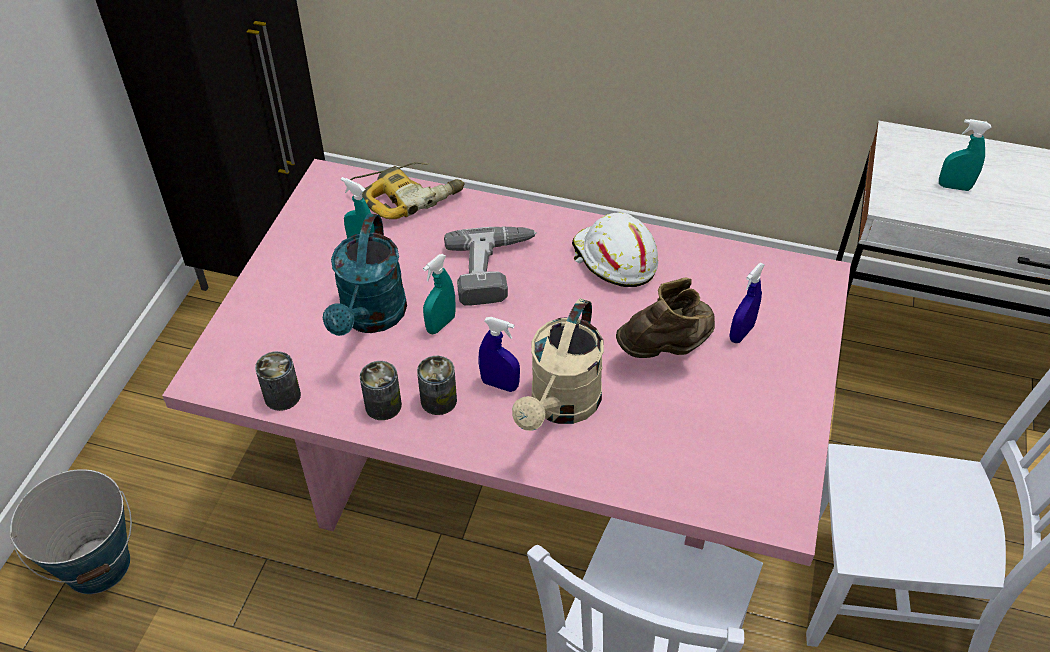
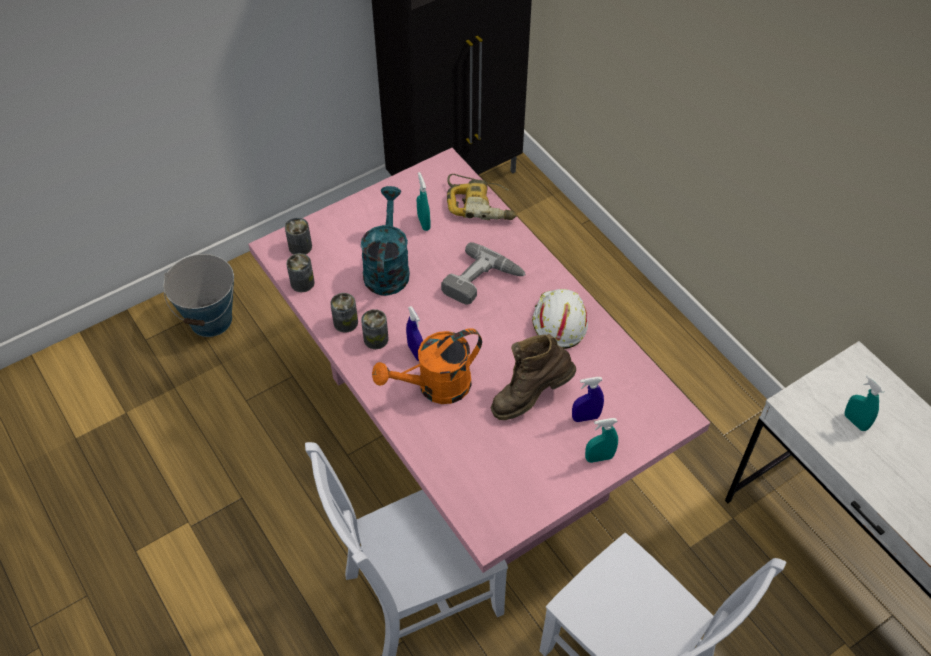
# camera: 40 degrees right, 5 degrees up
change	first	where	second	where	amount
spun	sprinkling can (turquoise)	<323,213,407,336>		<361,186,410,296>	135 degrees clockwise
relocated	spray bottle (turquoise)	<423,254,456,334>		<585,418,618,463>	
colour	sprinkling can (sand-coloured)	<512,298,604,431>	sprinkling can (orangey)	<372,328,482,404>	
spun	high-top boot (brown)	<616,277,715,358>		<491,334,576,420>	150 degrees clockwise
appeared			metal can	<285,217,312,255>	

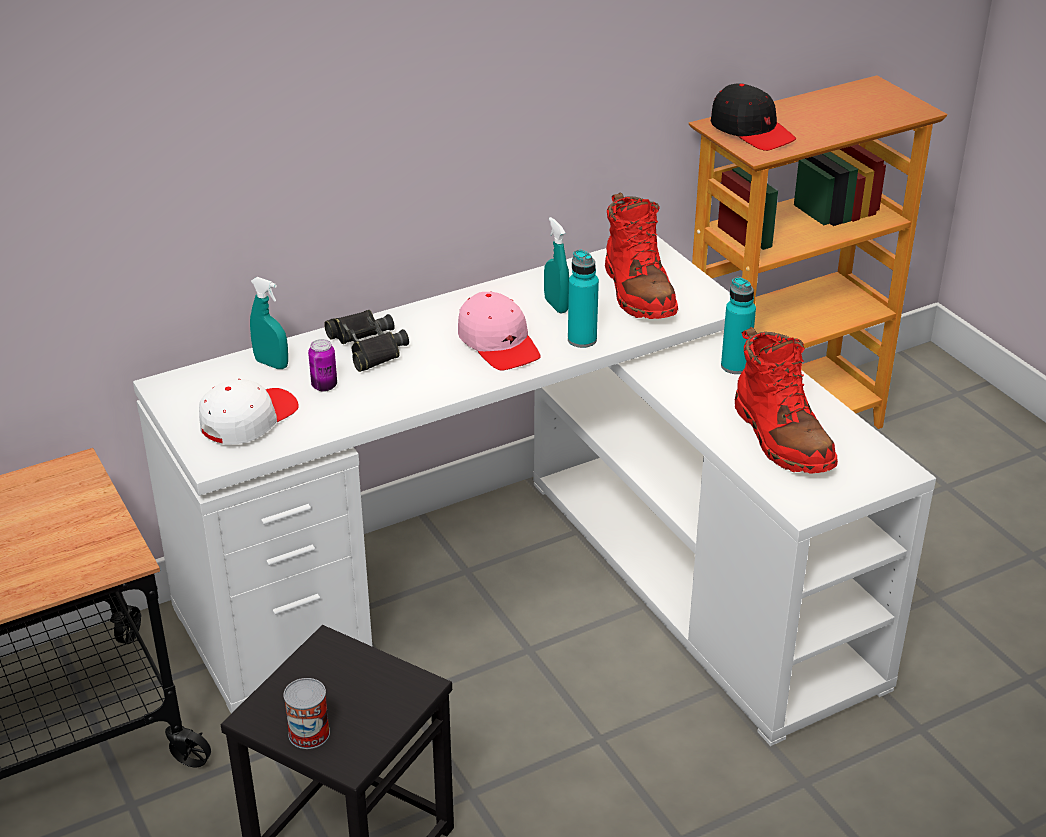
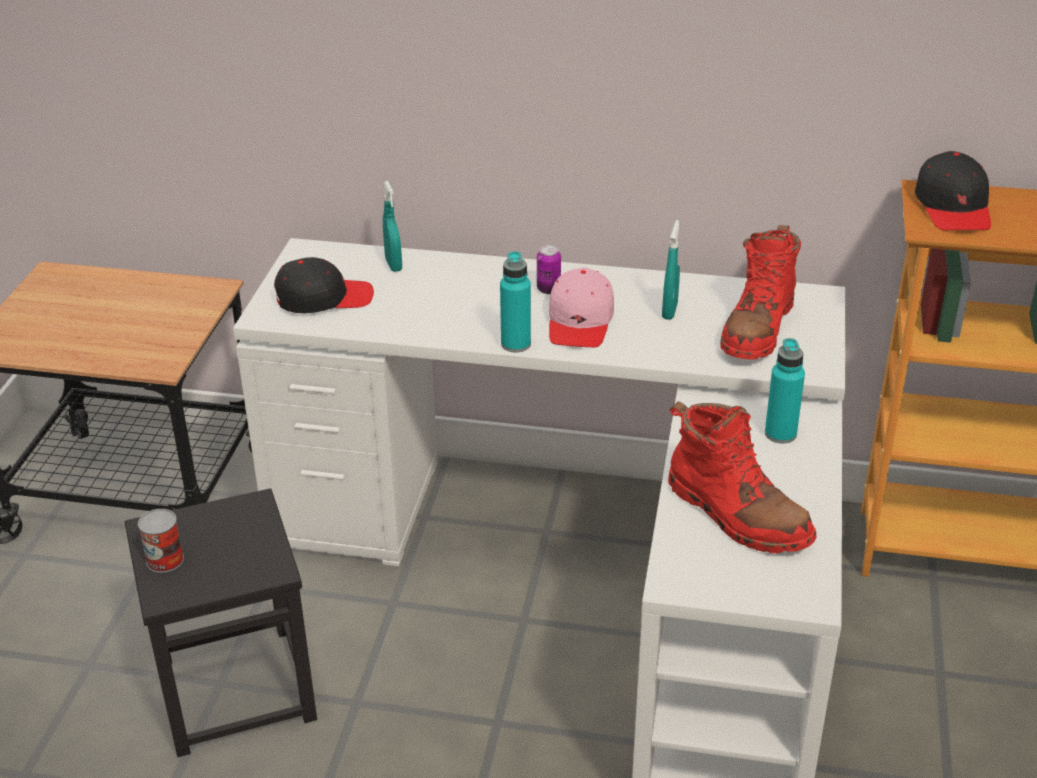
# camera: 40 degrees right, 0 degrees up
change	first	where	second	where	amount
colour	baseball cap (white)	<199,379,299,444>	baseball cap (black)	<274,257,374,313>	
relocated	metal can	<308,339,337,392>		<537,245,561,294>	
missing	field glasses (black)	<324,310,409,372>			
relocated	bottle (turquoise)	<568,249,599,348>		<500,251,531,352>	
spun	high-top boot (red-coloured)	<735,327,838,473>		<668,401,817,554>	60 degrees counterclockwise

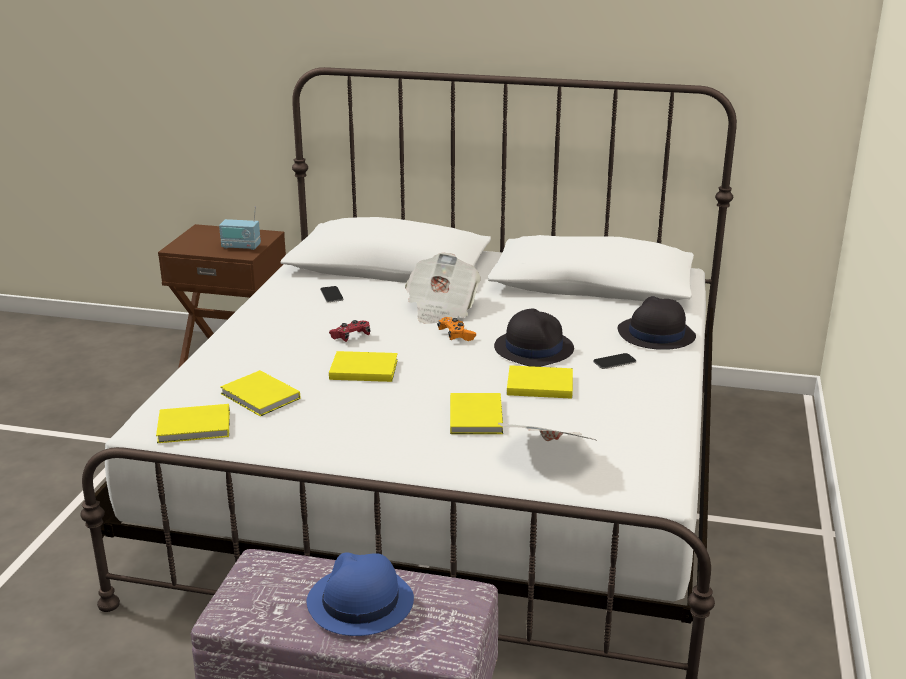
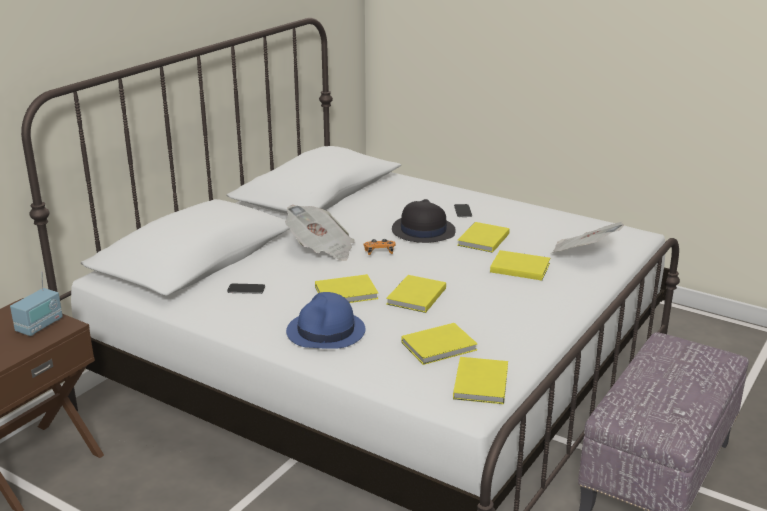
# camera: 70 degrees left, 0 degrees up
change	first	where	second	where	amount
relocated	hat (blue-coloured)	<307,553,414,636>		<286,292,365,349>	
exchanged	gamepad (red-coloured)	<329,320,370,342>	volume (yellow-coloured)	<315,274,378,303>	
missing	hat (black)	<618,296,696,350>			

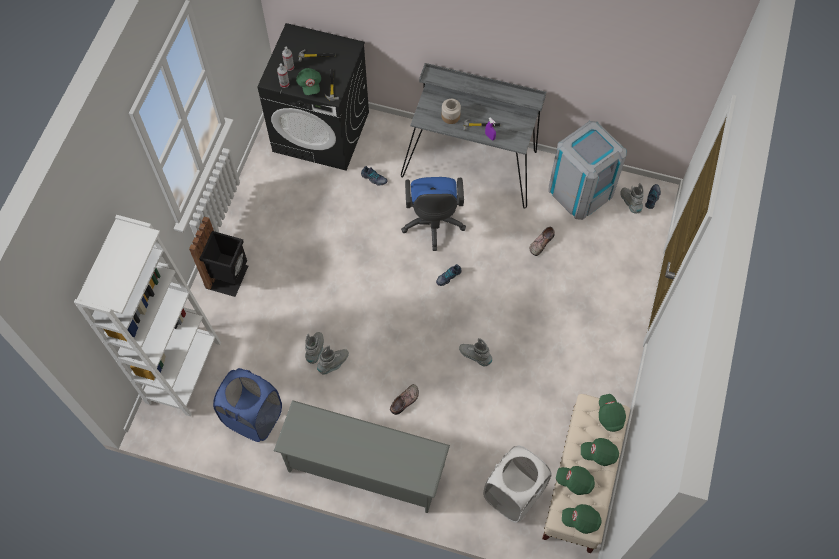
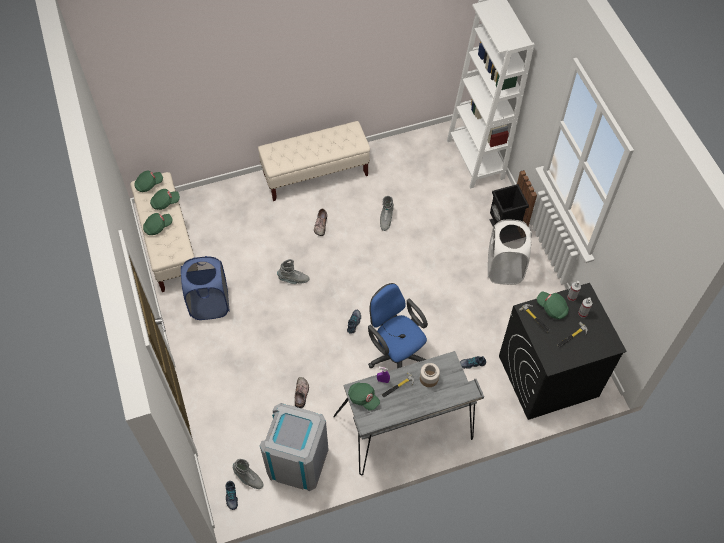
# camera: 145 degrees right, 5 degrees down
change	first	where	second	where	amount
relocated	hamper (blue-coloured)	<213,368,282,442>		<181,256,230,320>	
exchanged	shoe shelf (grey)	<274,400,450,513>	indoor bench (sand-coloured)	<258,121,370,201>	
missing	high-top boot (grey)	<305,332,324,364>			
relocated	hamper (white)	<483,446,552,523>		<488,220,532,285>	
relocated	baseball cap (greenish)	<599,394,626,432>		<348,383,380,411>	

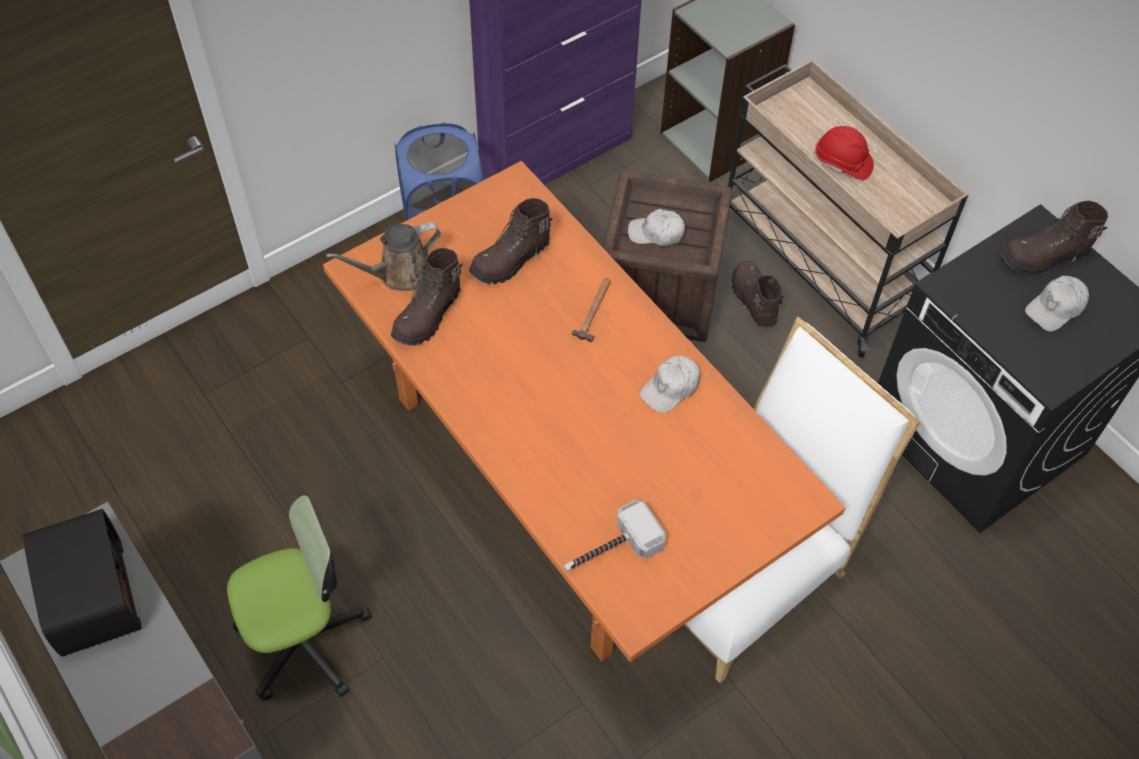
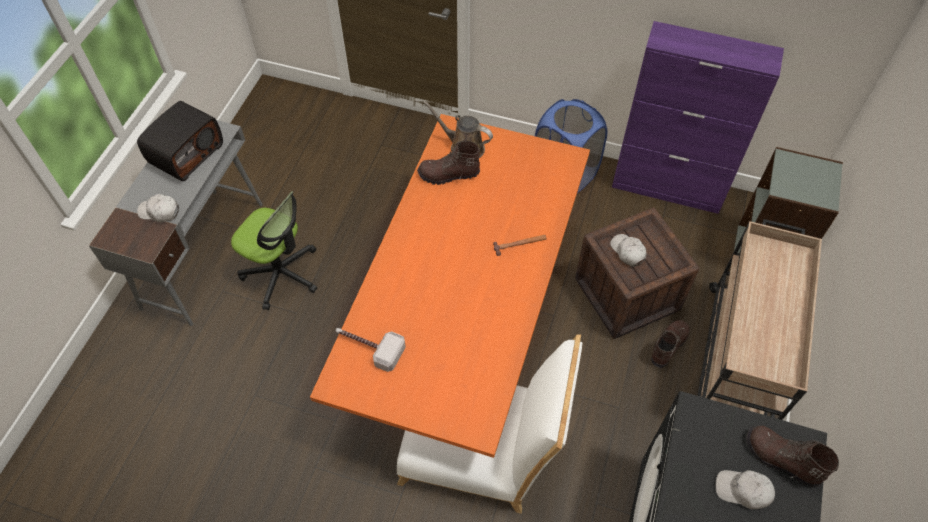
# camera: 55 degrees right, 0 degrees up
change	first	where	second	where	amount
missing	high-top boot (brown)	<469,198,553,284>			
relocated	baseball cap (white)	<640,356,700,413>		<137,194,179,222>	
missing	work helmet (red-coloured)	<813,126,874,180>			

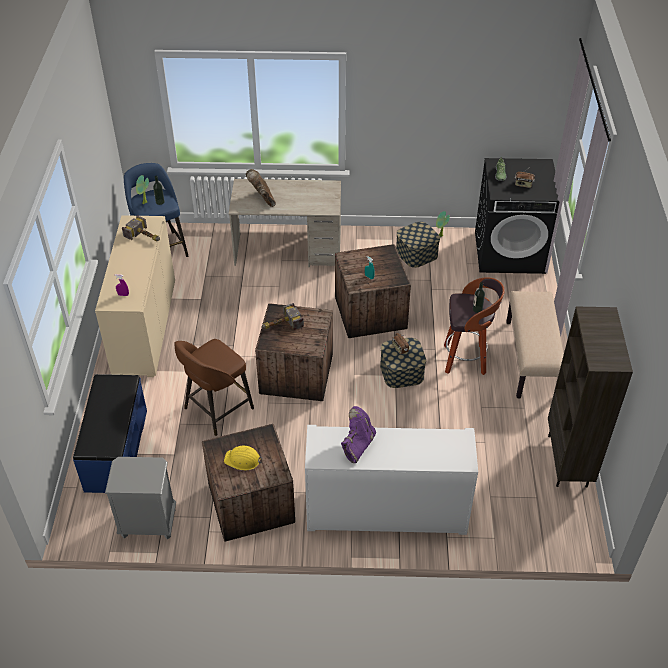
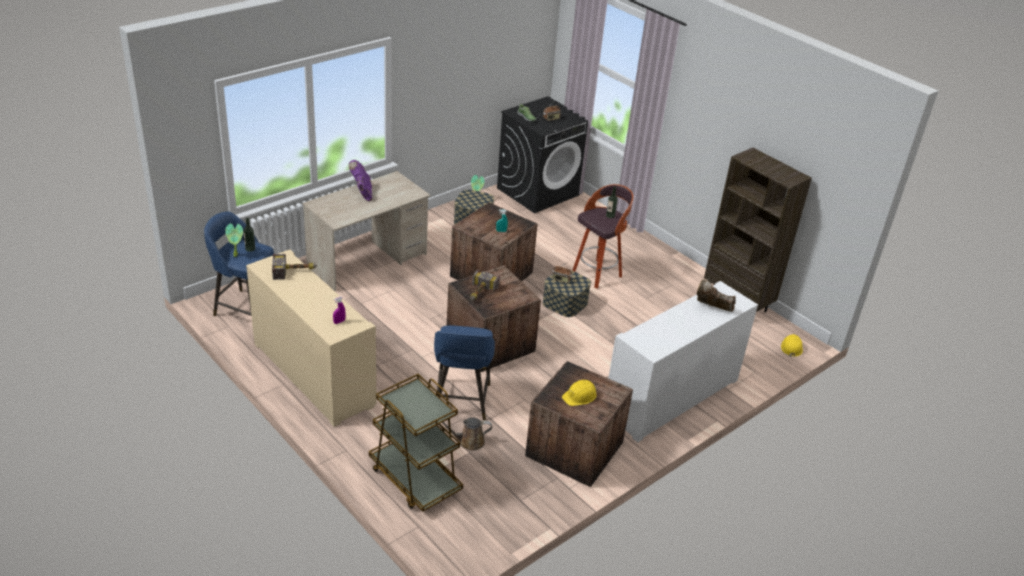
# camera: 45 degrees left, 10 degrees down
change	first	where	second	where	amount
exchanged	indoor bench (blue-coloured)	<73,374,147,493>	wheeled cart (brown)	<369,374,463,511>	
missing	night table (grey)	<105,457,176,540>			
colour	stool (brown)	<174,339,254,436>	stool (blue-coloured)	<434,325,495,420>	
relocated	high-top boot (brown)	<246,169,276,207>		<697,279,736,312>	
relocated	high-top boot (purple)	<341,406,376,463>		<349,160,372,201>	
missing	indoor bench (sand-coloured)	<506,291,564,398>			
appeared			sprinkling can (brown)	<442,417,492,451>	
appeared			work helmet (yellow-coloured)	<781,334,803,357>	

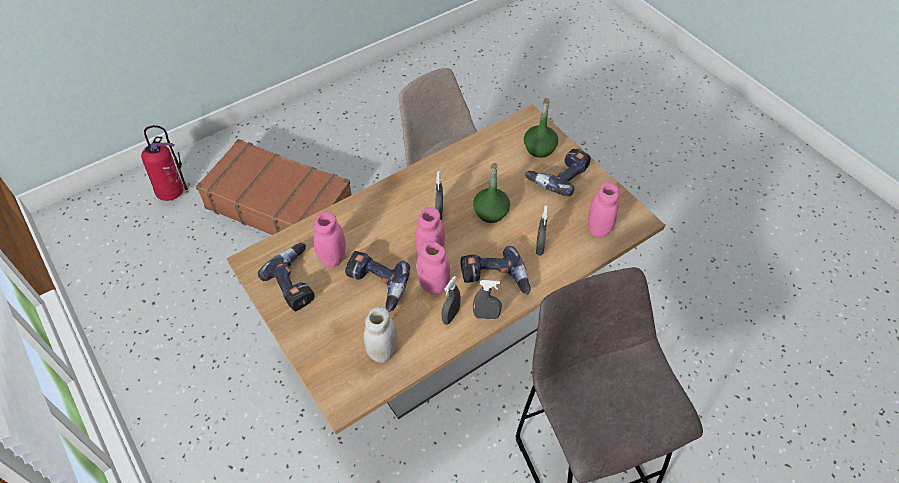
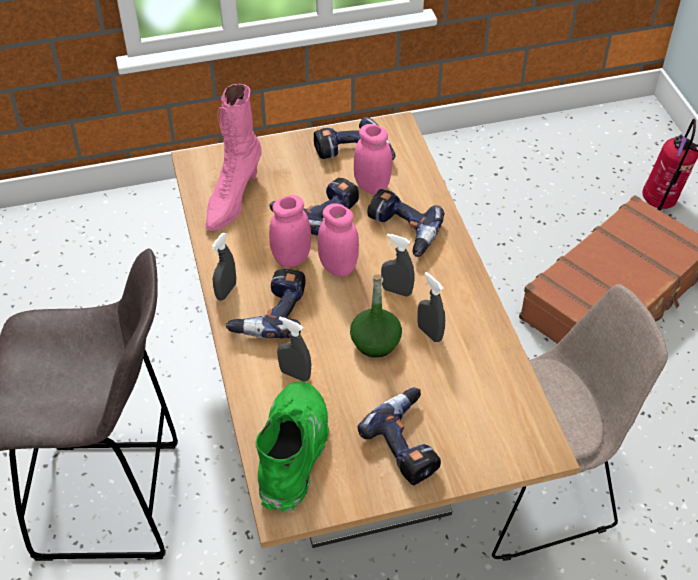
# camera: 110 degrees right, 5 degrees down
change	first	where	second	where	amount
exchanged	storage jar (white)	<364,307,397,363>	high-top boot (pinkish)	<205,84,262,231>	
relocated	spray bottle (grey)	<442,276,461,325>		<417,272,445,342>	
missing	bottle (greenish)	<524,98,558,158>			
exchanged	storage jar (pinkish)	<588,182,619,237>	high-top boot (greenish)	<256,381,329,513>	
appeared			power drill	<367,189,444,257>	

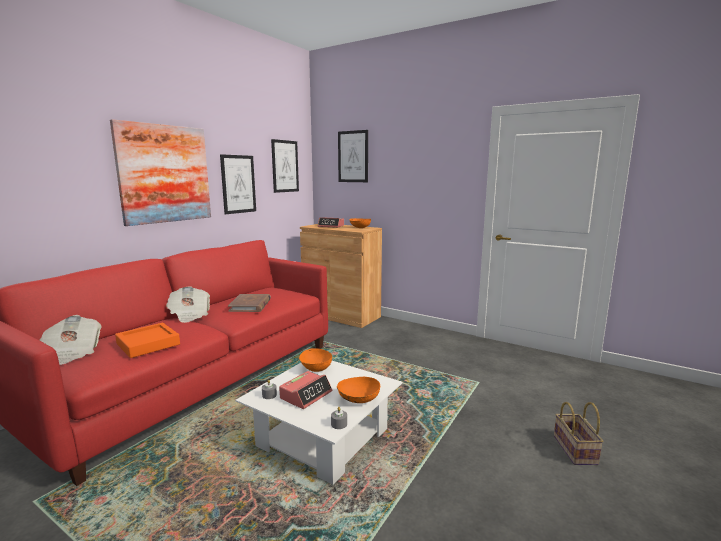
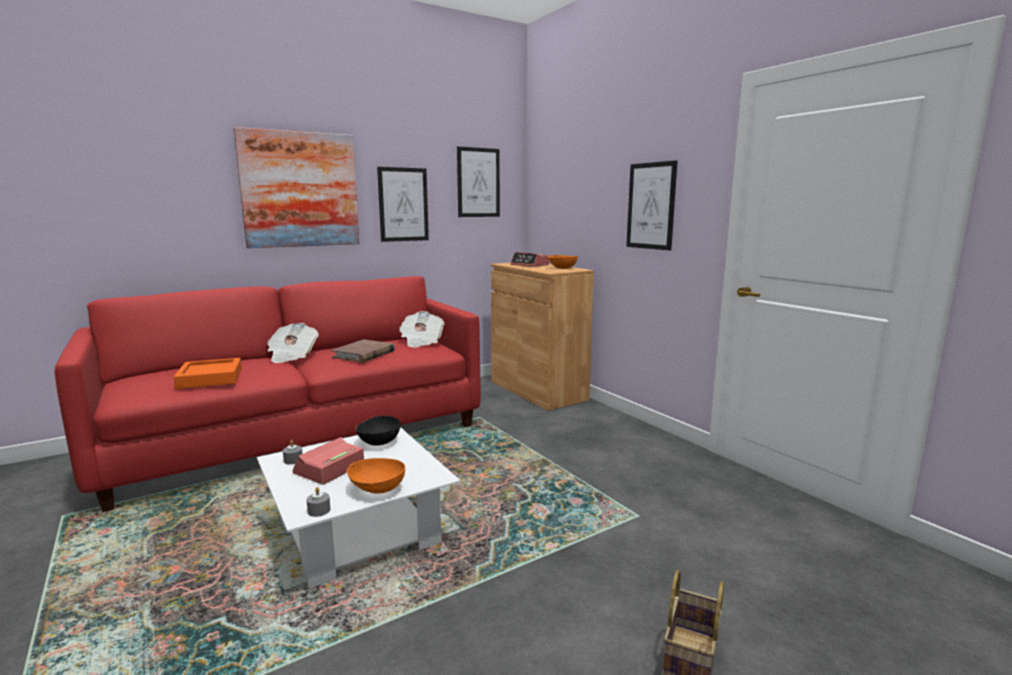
# camera: 25 degrees right, 0 degrees up
change	first	where	second	where	amount
relocated	daily paper	<39,315,102,365>		<399,311,445,348>	
spun	table clock	<279,371,332,409>		<293,437,364,485>	150 degrees clockwise
colour	deep dish (orangey)	<299,348,332,372>	deep dish (black)	<355,416,401,446>	
relocated	wall art	<338,130,368,182>		<626,160,677,250>	

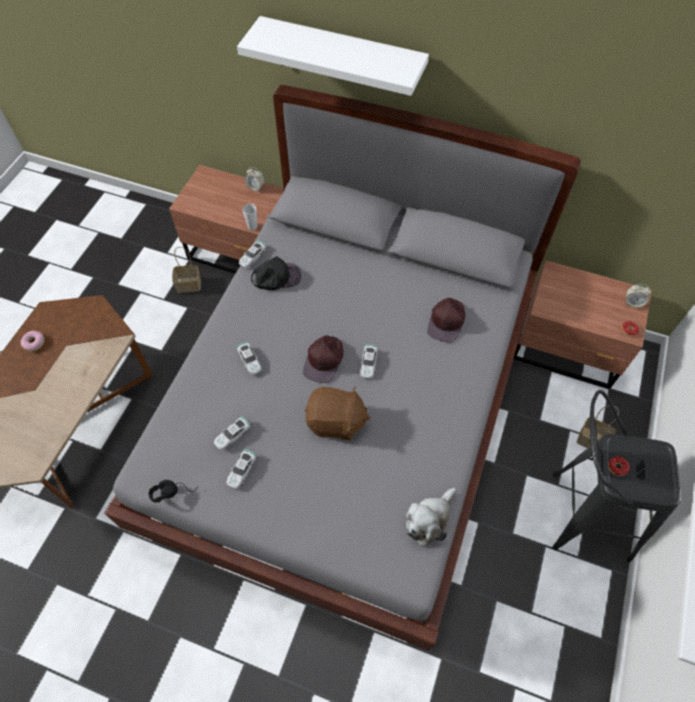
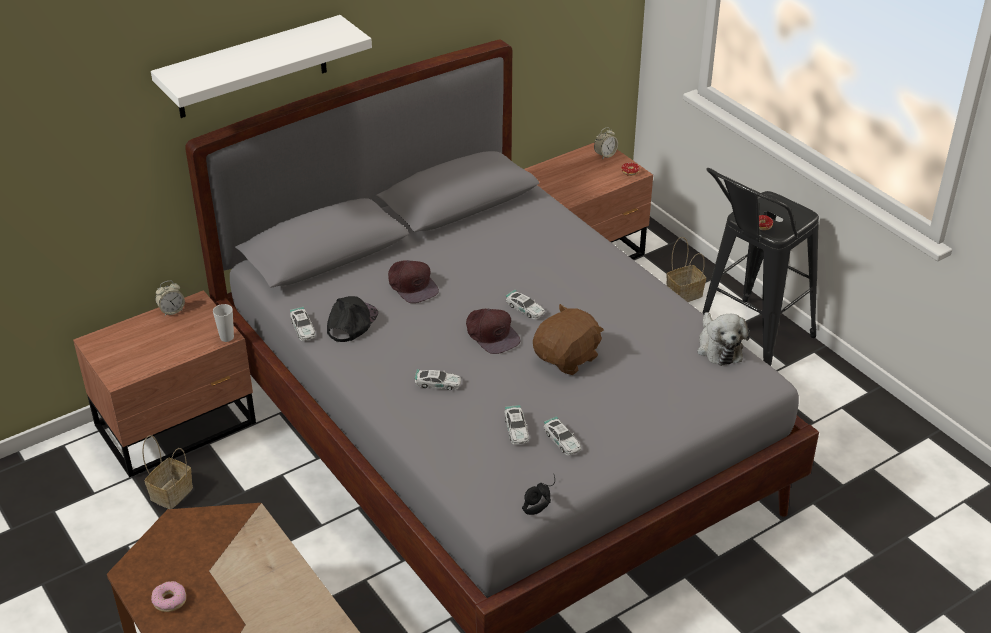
# camera: 55 degrees left, 20 degrees down
change	first	where	second	where	amount
relocated	baseball cap (brown)	<427,298,466,342>		<388,260,439,303>	

